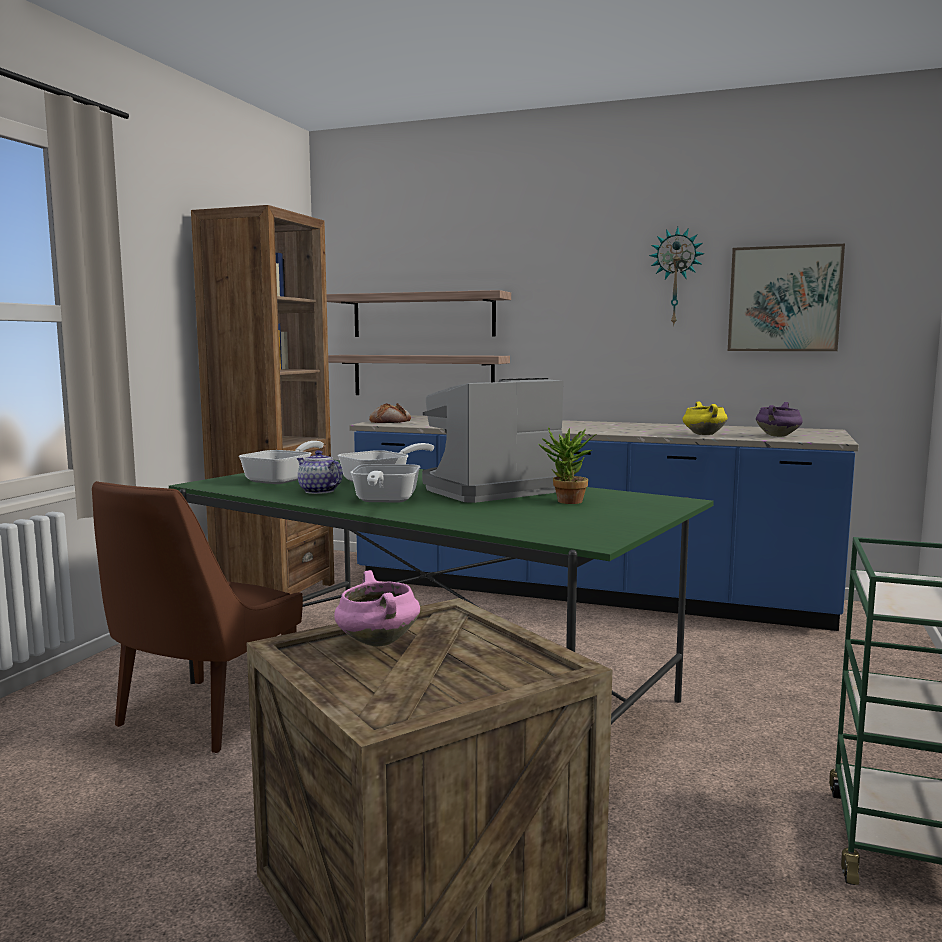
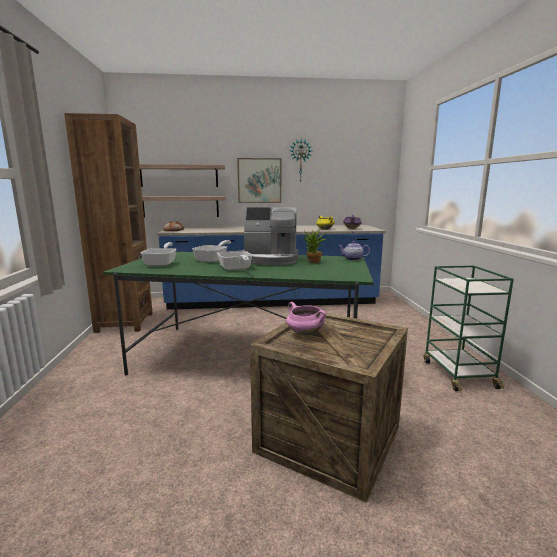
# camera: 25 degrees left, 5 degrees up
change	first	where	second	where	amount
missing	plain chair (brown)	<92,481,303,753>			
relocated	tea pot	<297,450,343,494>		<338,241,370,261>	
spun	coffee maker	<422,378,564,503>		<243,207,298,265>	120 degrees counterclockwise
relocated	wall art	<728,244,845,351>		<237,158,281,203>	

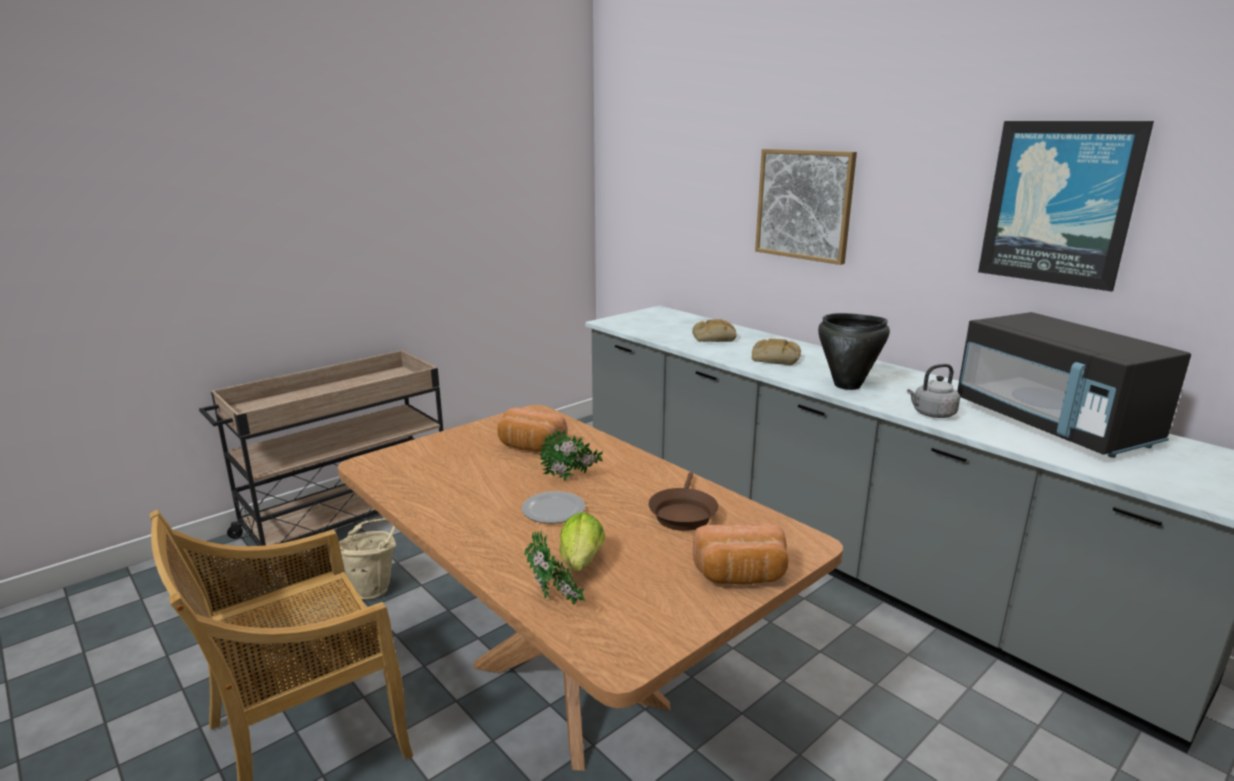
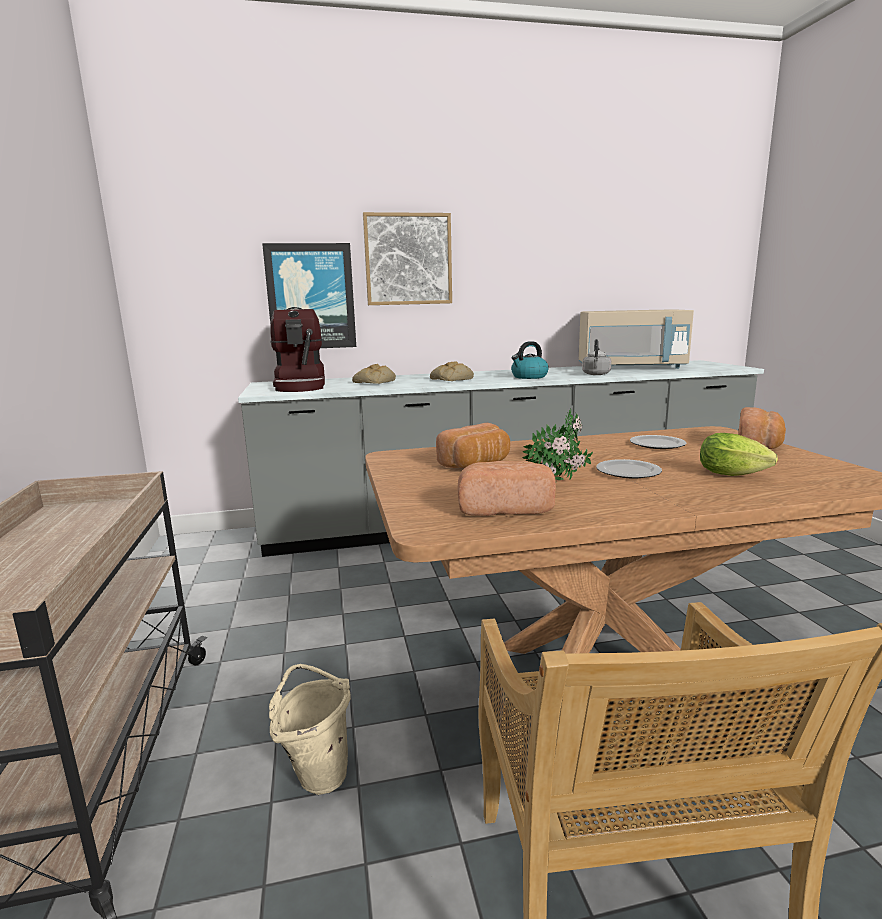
# camera: 60 degrees left, 5 degrees down
change	first	where	second	where	amount
relocated	potted plant	<525,531,585,605>		<522,424,593,480>	
exchanged	pan (brown)	<649,472,719,531>	flat dish	<630,435,686,449>	
exchanged	stockpot (black)	<818,313,890,390>	tea kettle	<511,341,549,379>	
colour	kitchen microwave (black)	<957,312,1191,458>	kitchen microwave (sand-coloured)	<579,309,694,369>	
relocated	wall art	<978,121,1154,292>		<262,243,356,350>	
appeared			coffee maker	<270,307,325,392>	
appeared			bread	<458,461,556,516>	

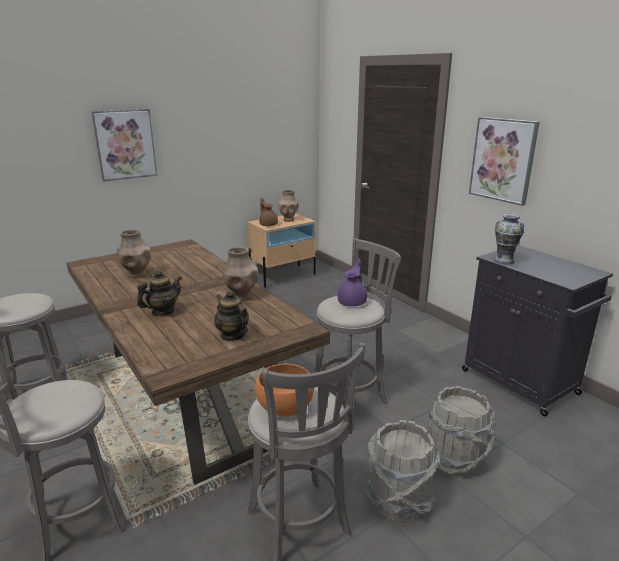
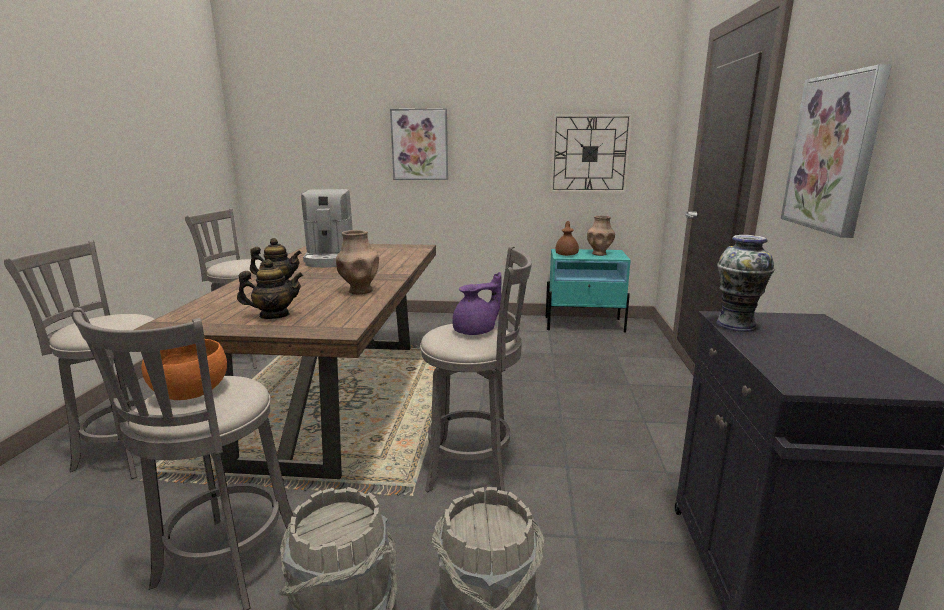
# camera: 40 degrees right, 5 degrees down
change	first	where	second	where	amount
exchanged	vase (brown)	<117,230,151,278>	coffee maker	<301,189,353,268>	
spun	tea pot	<214,291,249,341>		<237,259,303,319>	75 degrees clockwise
colour	night table (sand-coloured)	<247,214,316,288>	night table (turquoise)	<546,249,631,333>	
appeared			wall clock	<550,113,633,193>	

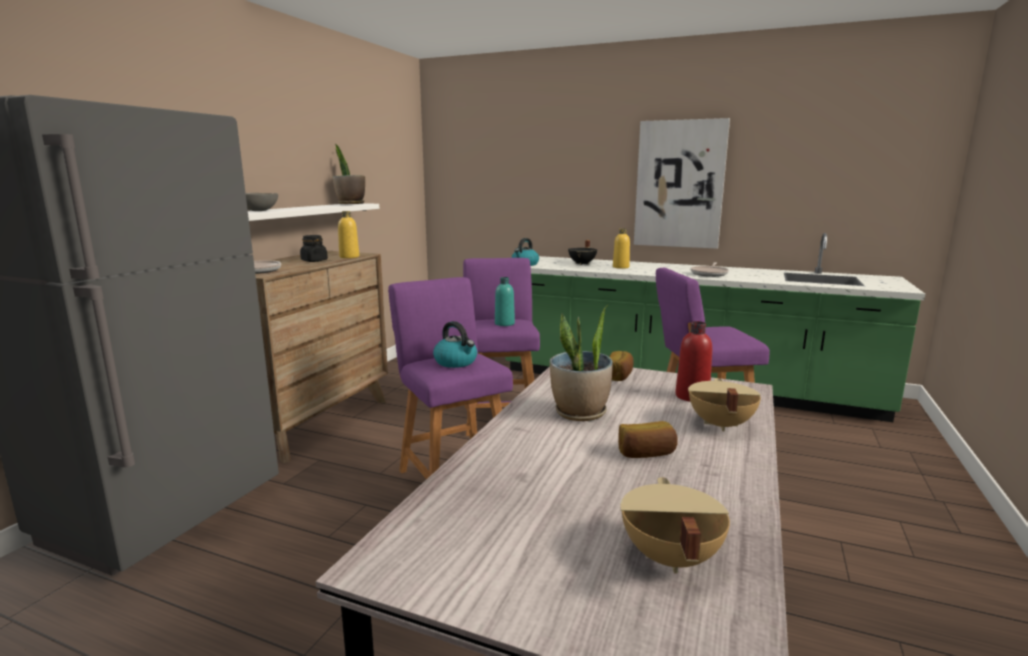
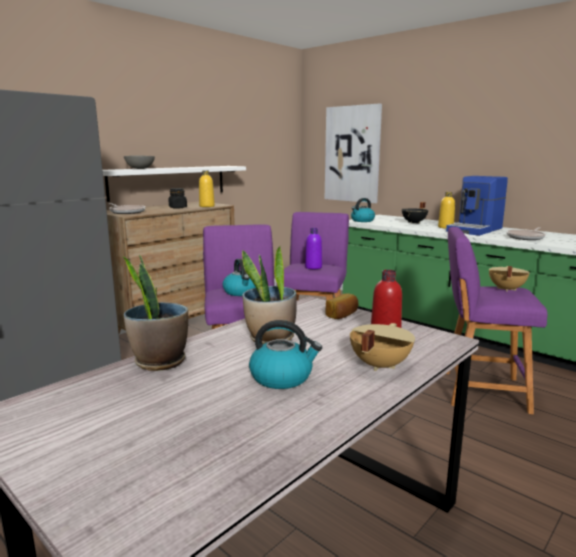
# camera: 20 degrees right, 0 degrees up
change	first	where	second	where	amount
relocated	potted plant	<333,144,365,204>		<122,254,188,371>	
colour	bottle (turquoise)	<495,277,515,326>	bottle (purple)	<305,228,322,269>	
exchanged	bread	<618,421,678,458>	tea kettle	<249,320,322,389>	
relocated	stockpot (sand-coloured)	<621,477,730,574>		<489,266,529,292>	
relocated	wall art	<634,118,730,249>		<325,103,382,203>	
appeared			coffee maker	<446,176,508,236>	

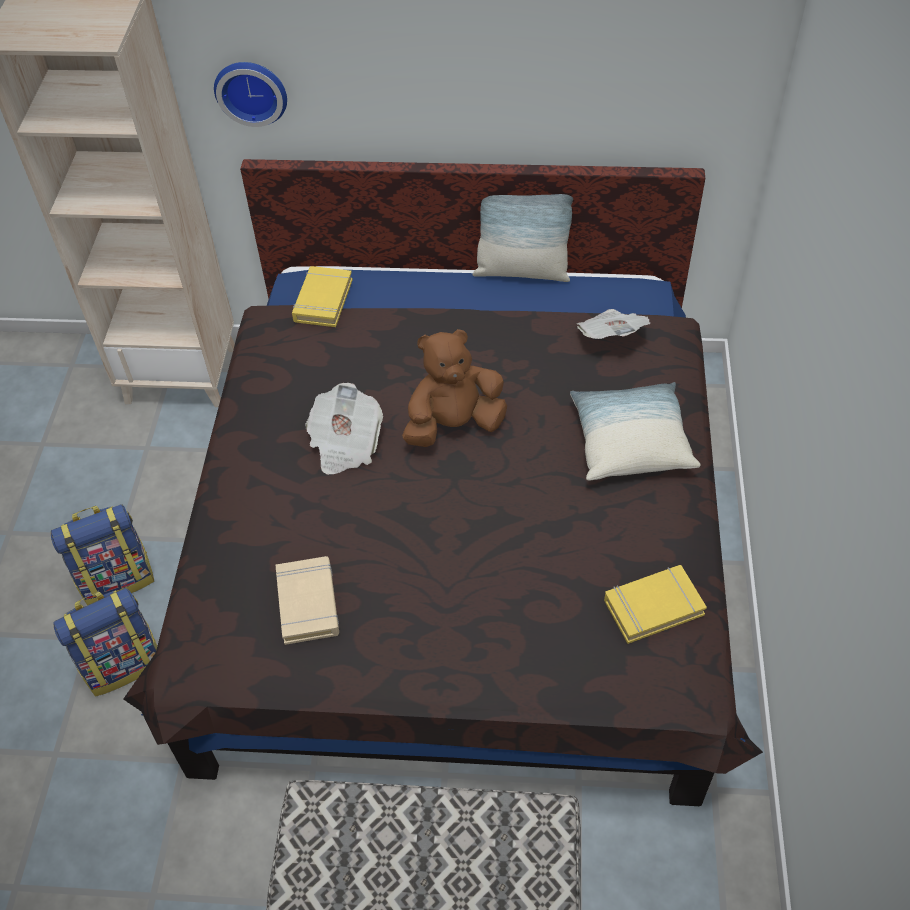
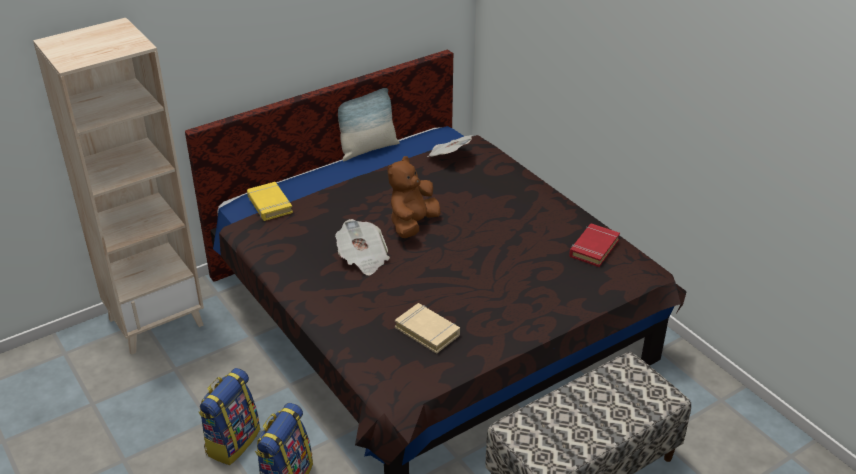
# camera: 40 degrees left, 15 degrees down
change	first	where	second	where	amount
missing	wall clock	<214,62,287,127>			
missing	throw pillow	<570,382,701,481>			
colour	volume (yellow-coloured)	<604,565,707,644>	volume (red-coloured)	<569,224,620,267>	

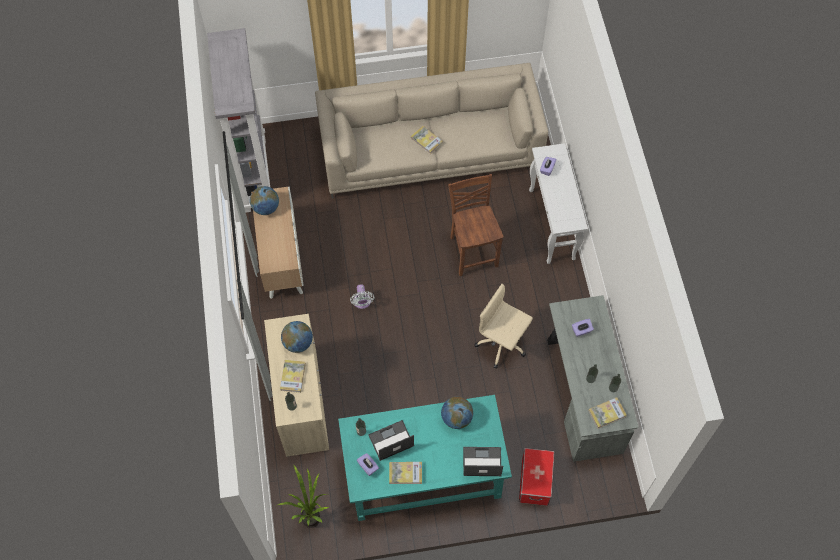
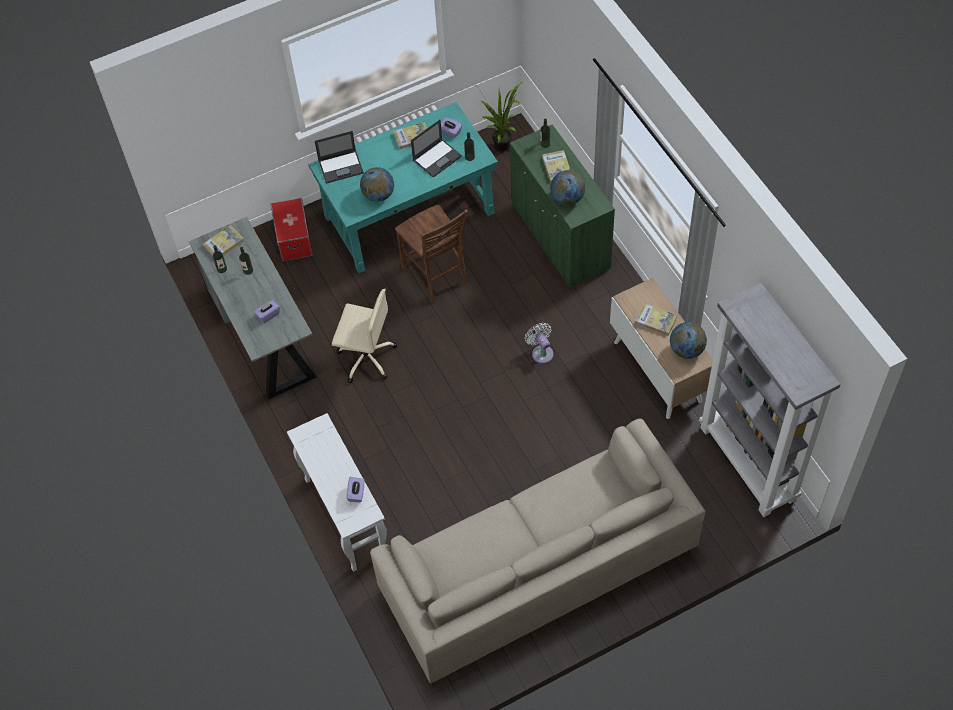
# camera: 165 degrees right, 5 degrees down
change	first	where	second	where	amount
colour	cabinet (sand-coloured)	<264,314,329,457>	cabinet (greenish)	<510,125,615,288>	
relocated	volume	<411,126,443,154>		<635,303,677,336>	
relocated	plain chair (brown)	<448,174,504,276>		<395,205,468,303>	

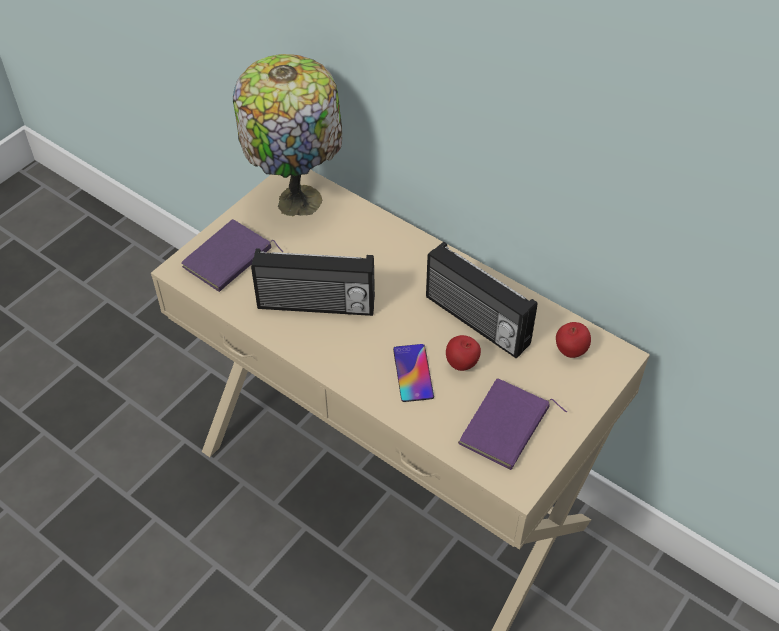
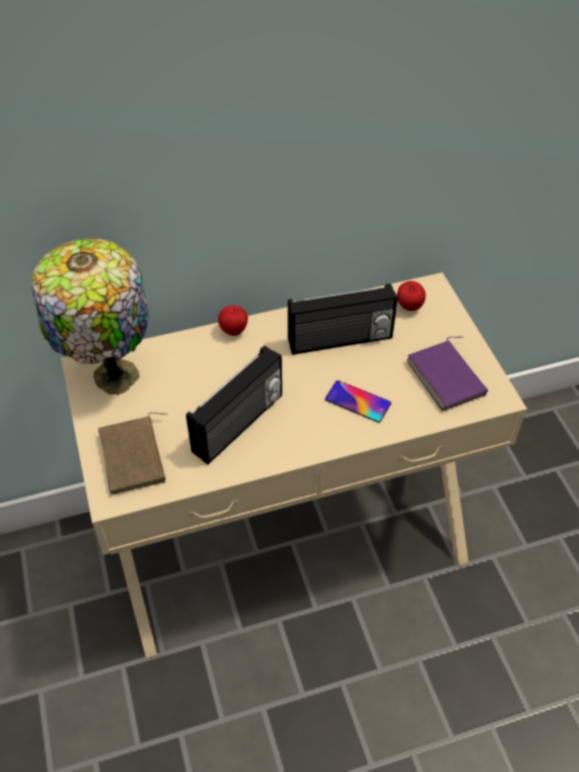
# camera: 55 degrees left, 0 degrees up
change	first	where	second	where	amount
colour	volume (purple)	<181,219,284,292>	volume (brown)	<98,412,167,494>	
relocated	apple fruit	<446,335,481,371>		<218,306,248,336>	

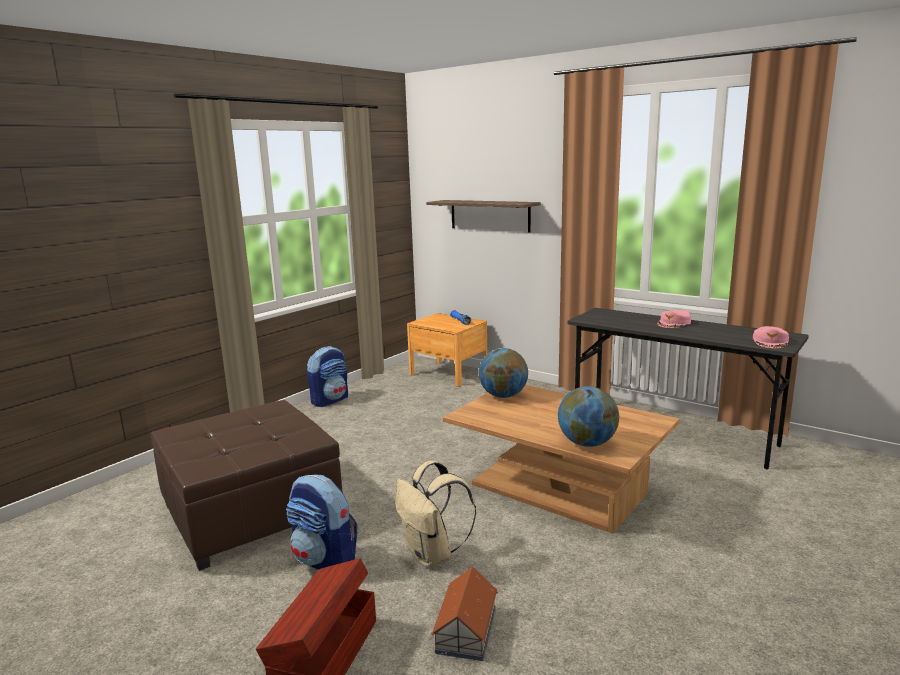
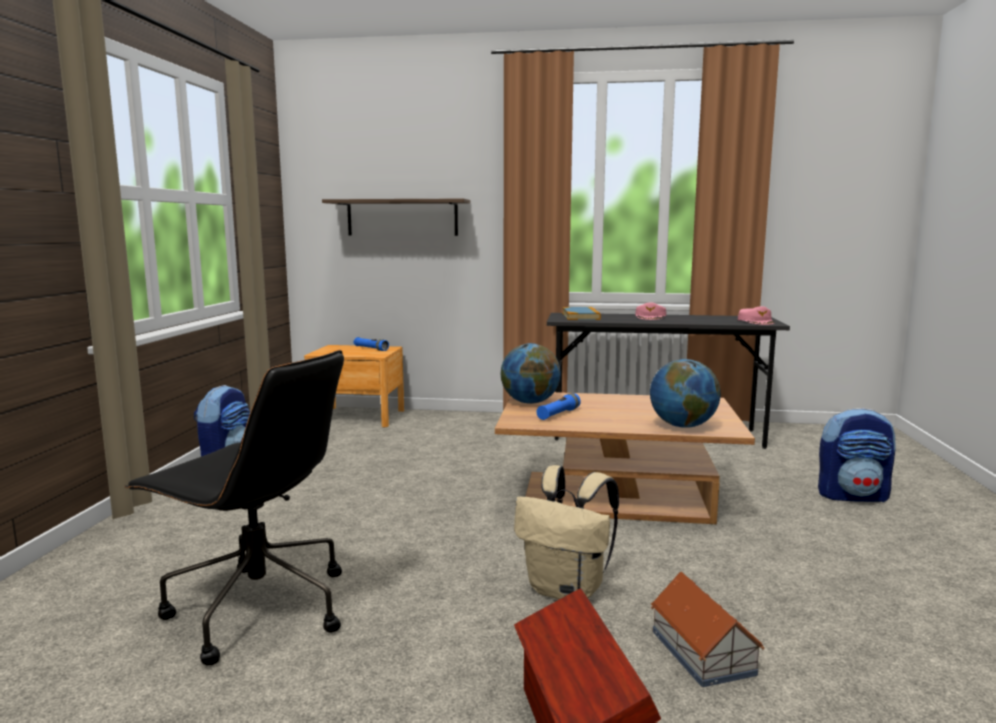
# camera: 30 degrees left, 5 degrees down
change	first	where	second	where	amount
exchanged	pouffe (brown)	<151,400,343,571>	desk chair (black)	<125,350,344,666>	
relocated	backpack	<286,474,357,570>		<818,408,896,502>	
appeared			torch (blue-coloured)	<536,393,581,420>	
appeared			volume	<562,307,601,320>	

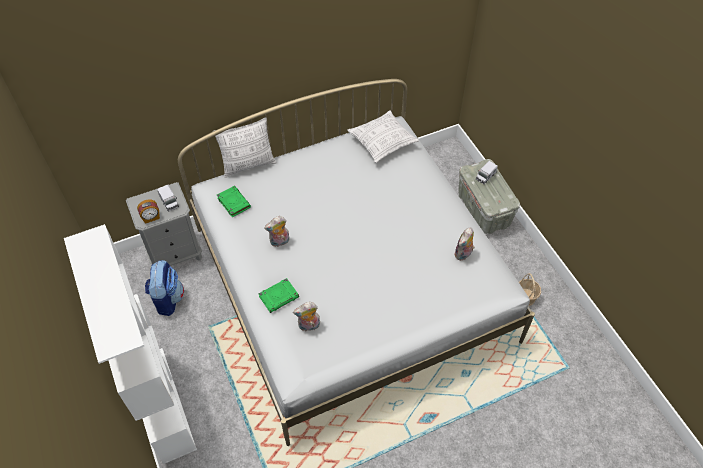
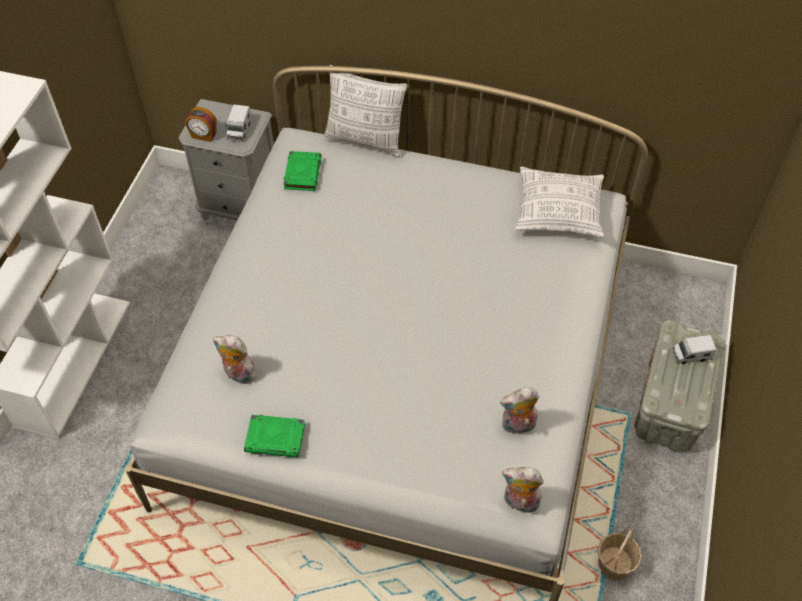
# camera: 40 degrees right, 0 degrees up
change	first	where	second	where	amount
missing	backpack	<145,260,184,316>			
relocated	volume (greenish)	<259,278,299,313>		<244,415,305,457>	
relocated	plush toy	<264,216,290,247>		<502,467,544,516>	

